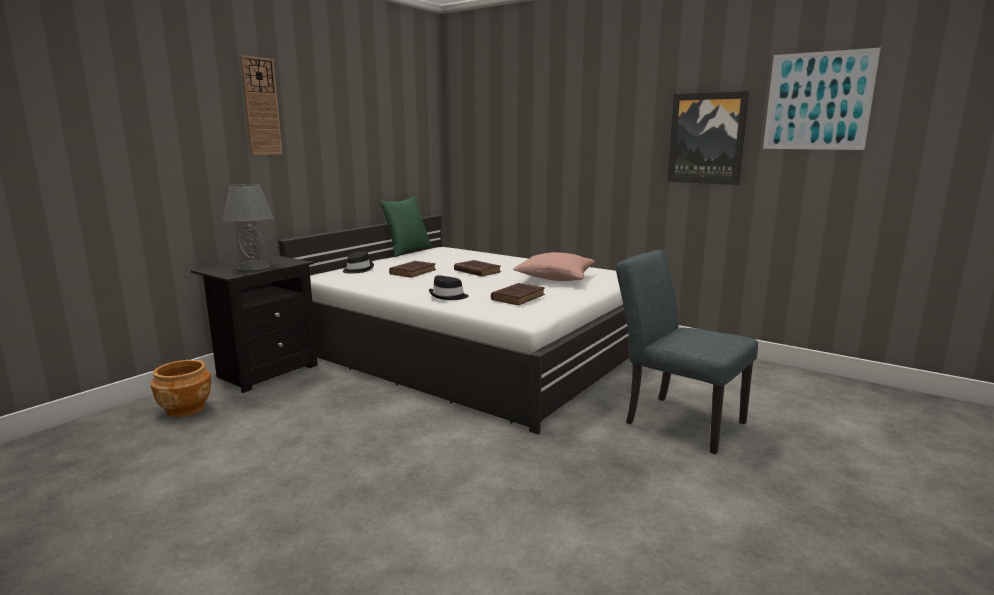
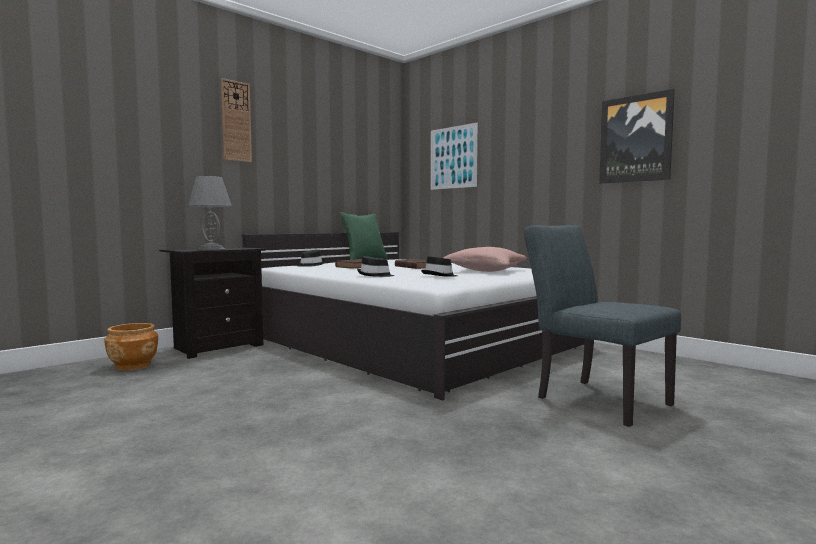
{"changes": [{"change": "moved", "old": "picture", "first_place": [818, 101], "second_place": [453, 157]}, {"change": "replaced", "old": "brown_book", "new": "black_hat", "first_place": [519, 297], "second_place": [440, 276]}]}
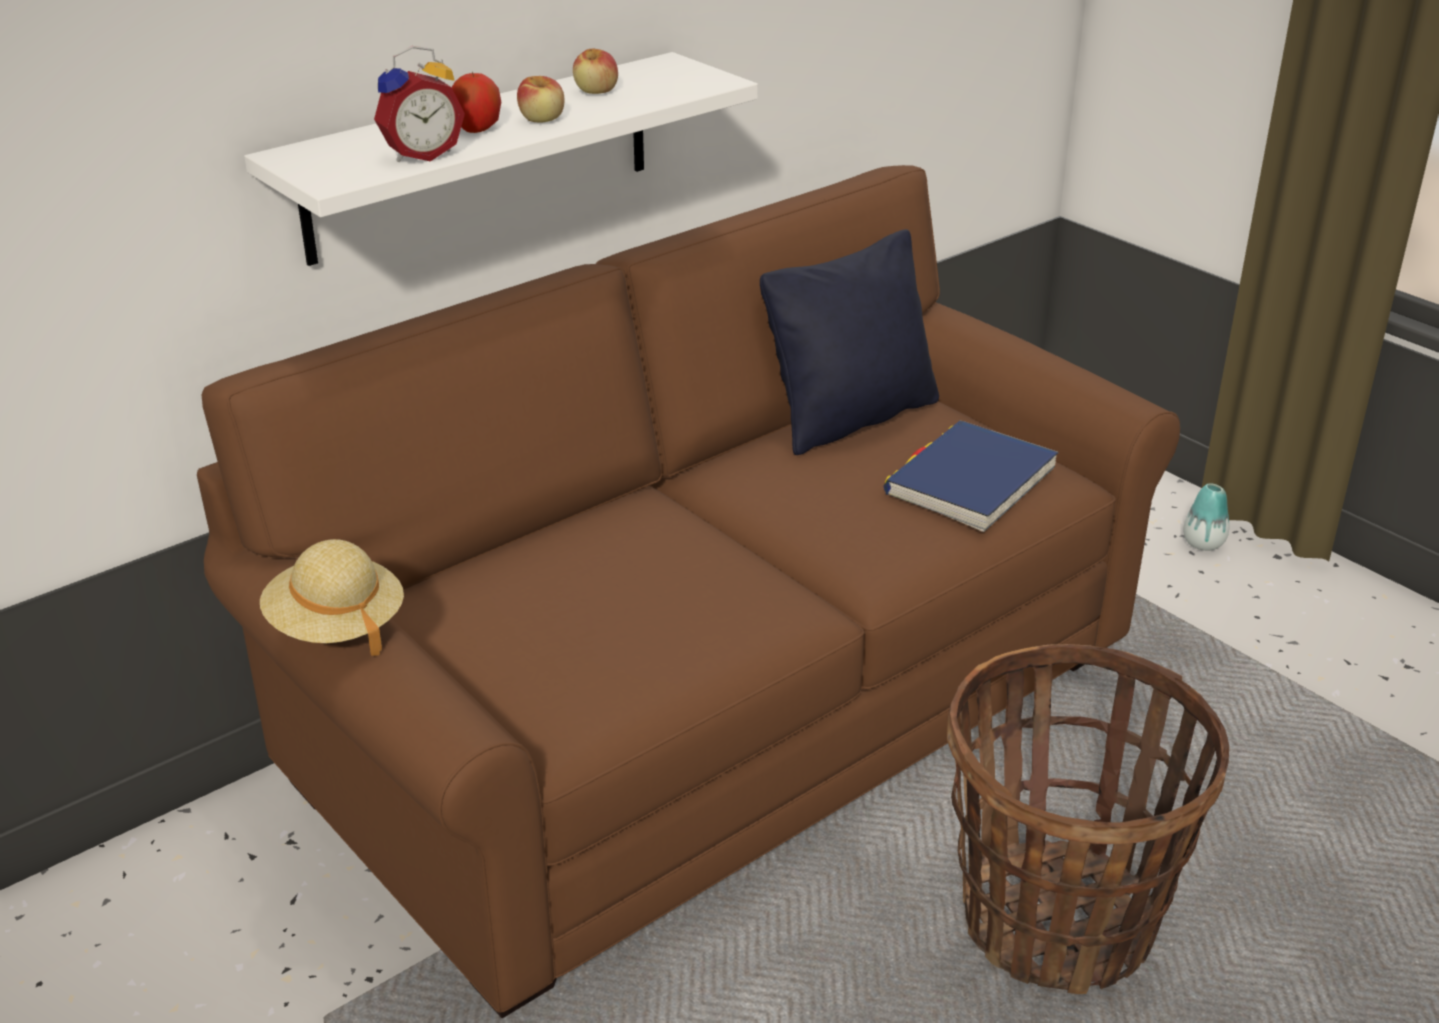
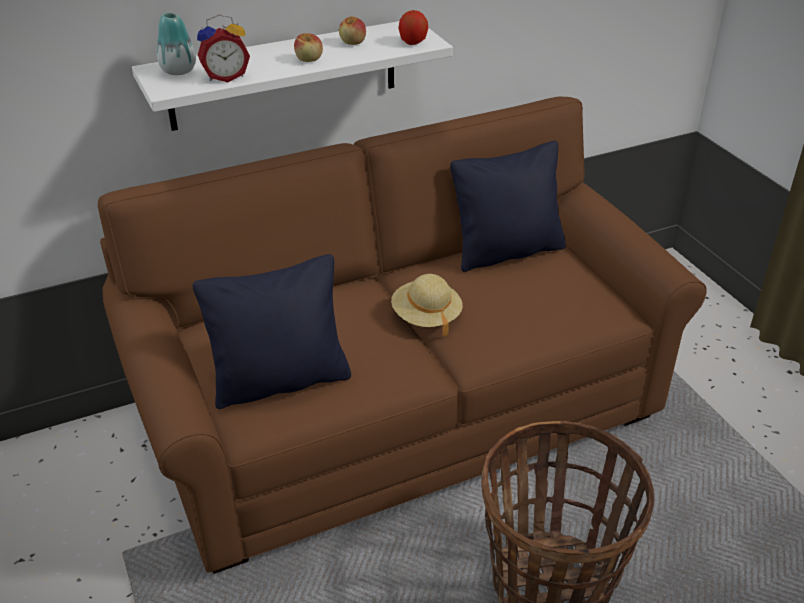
{"changes": [{"change": "removed", "old": "blue_book", "first_place": [970, 482]}, {"change": "added", "new": "black_pillow", "second_place": [280, 381]}, {"change": "moved", "old": "beige_hat", "first_place": [336, 626], "second_place": [426, 317]}, {"change": "moved", "old": "apple", "first_place": [477, 129], "second_place": [413, 42]}, {"change": "moved", "old": "vase", "first_place": [1203, 543], "second_place": [178, 71]}]}
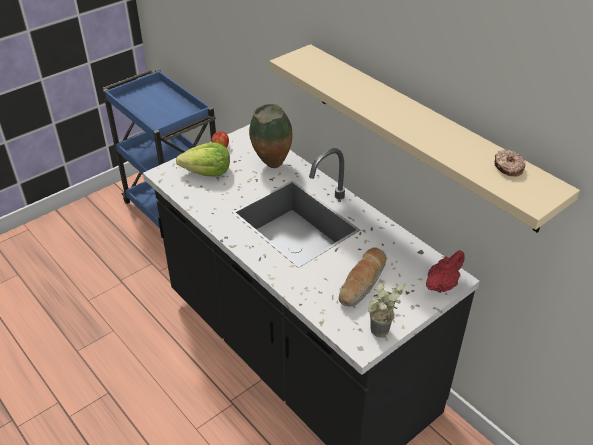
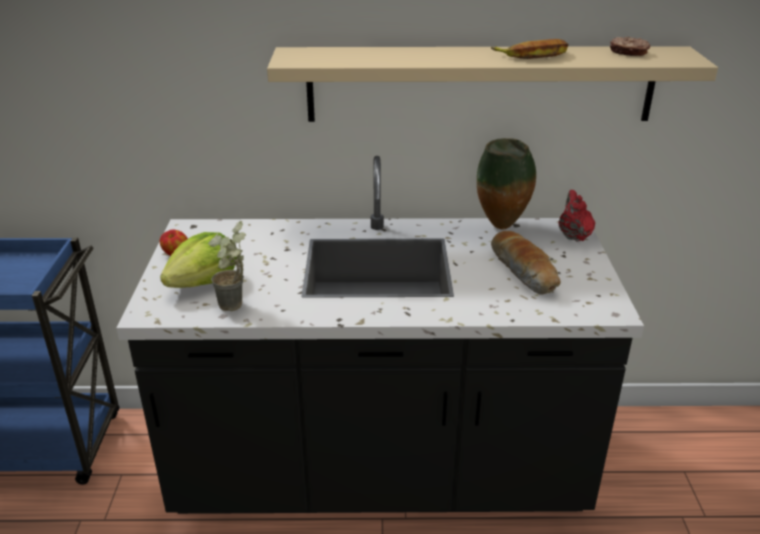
{"changes": [{"change": "added", "new": "banana", "second_place": [532, 55]}, {"change": "moved", "old": "vase", "first_place": [272, 166], "second_place": [502, 228]}, {"change": "moved", "old": "potted_plant", "first_place": [379, 335], "second_place": [234, 308]}]}
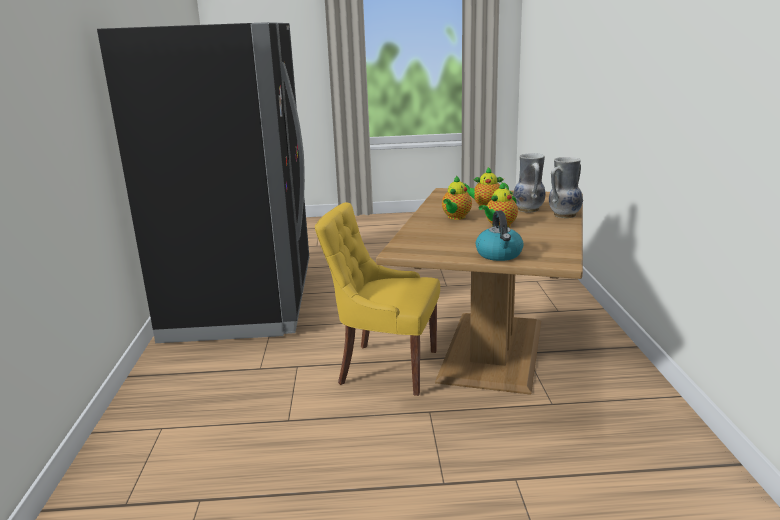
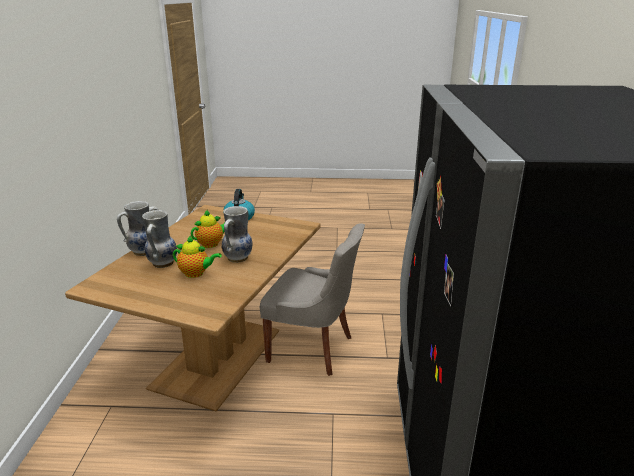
{"changes": [{"change": "replaced", "old": "teapot", "new": "vase", "first_place": [455, 217], "second_place": [238, 258]}, {"change": "recoloured", "old": "yellow_chair", "new": "grey_chair", "first_place": [385, 367], "second_place": [313, 348]}]}
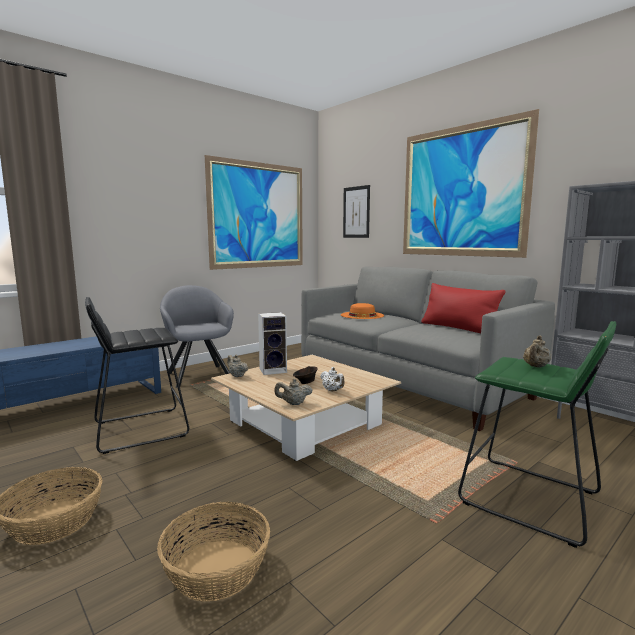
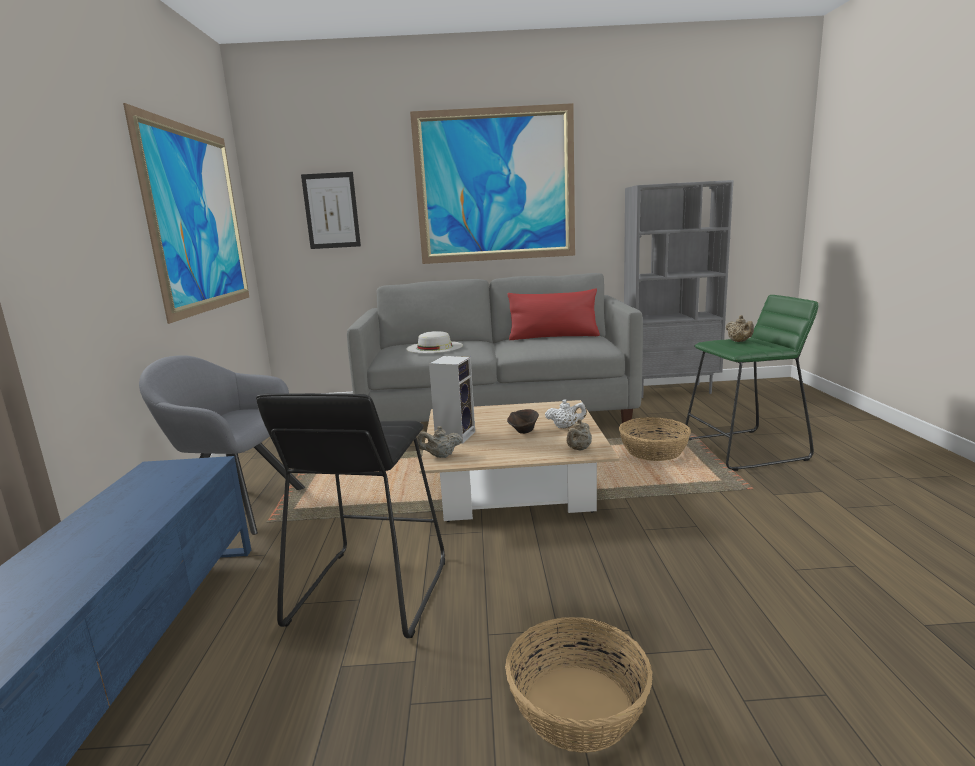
{"changes": [{"change": "moved", "old": "basket", "first_place": [216, 569], "second_place": [654, 452]}, {"change": "recoloured", "old": "orange_hat", "new": "white_hat", "first_place": [362, 315], "second_place": [434, 347]}]}
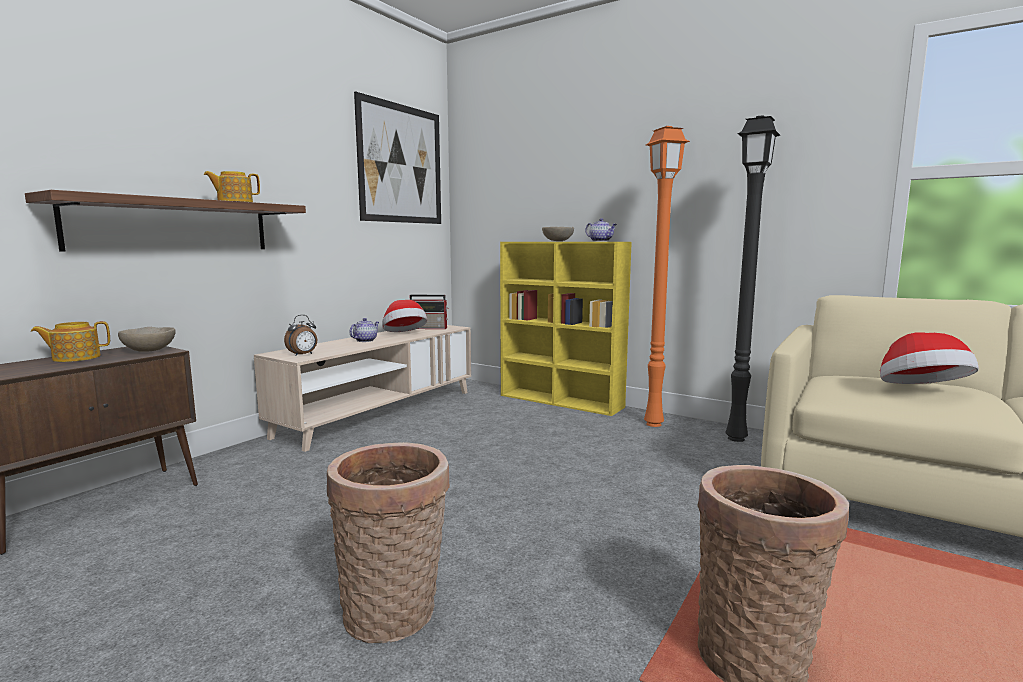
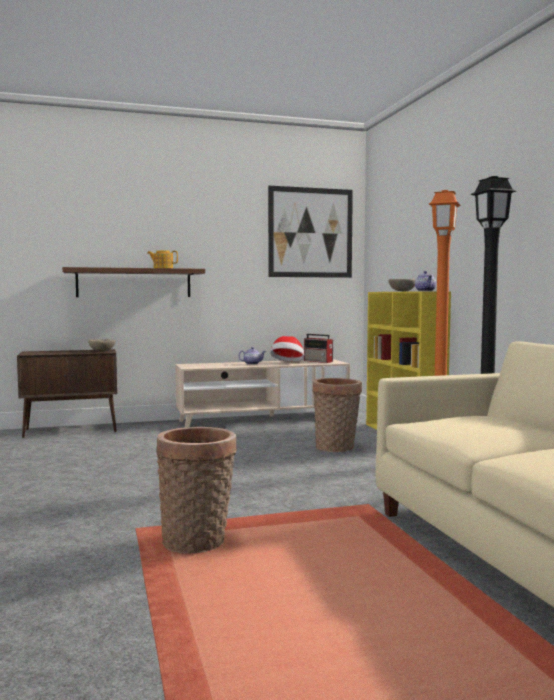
{"changes": [{"change": "removed", "old": "teapot", "first_place": [75, 358]}, {"change": "removed", "old": "alarm_clock", "first_place": [303, 355]}, {"change": "removed", "old": "hat", "first_place": [921, 391]}, {"change": "moved", "old": "basket", "first_place": [395, 614], "second_place": [336, 448]}]}
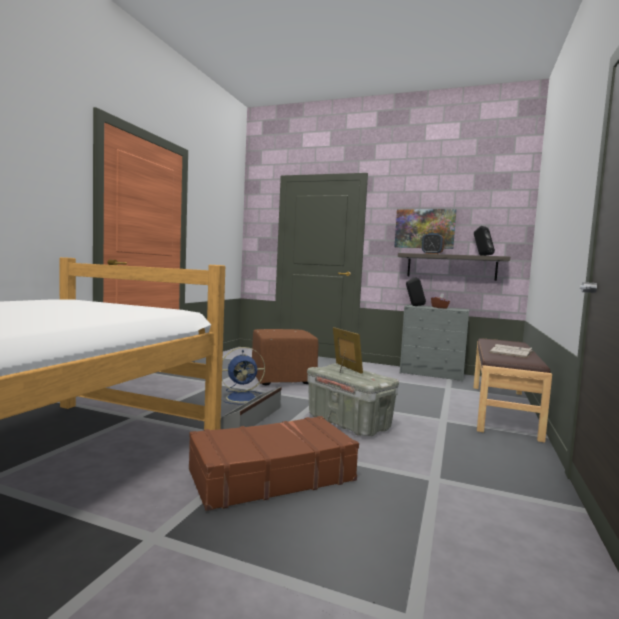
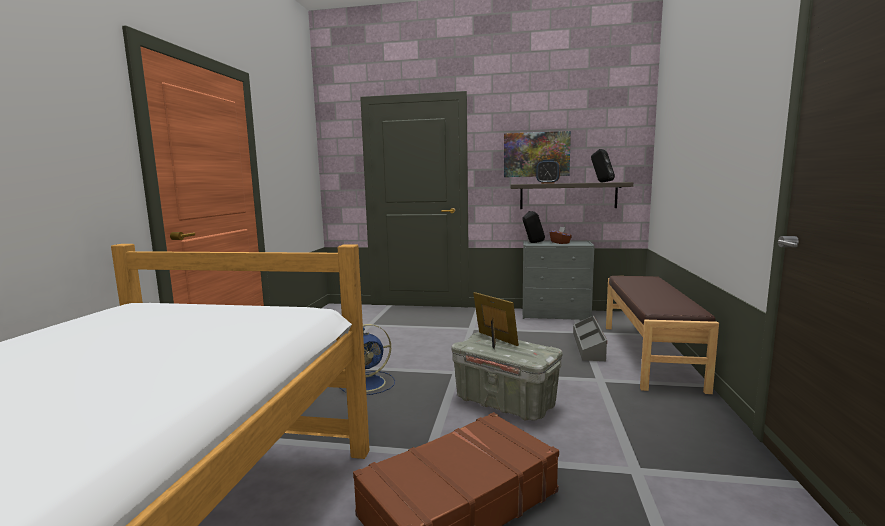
{"changes": [{"change": "removed", "old": "brown_ottoman", "first_place": [283, 379]}, {"change": "removed", "old": "white_book", "first_place": [511, 352]}, {"change": "moved", "old": "grey_storage_box", "first_place": [252, 418], "second_place": [589, 346]}]}
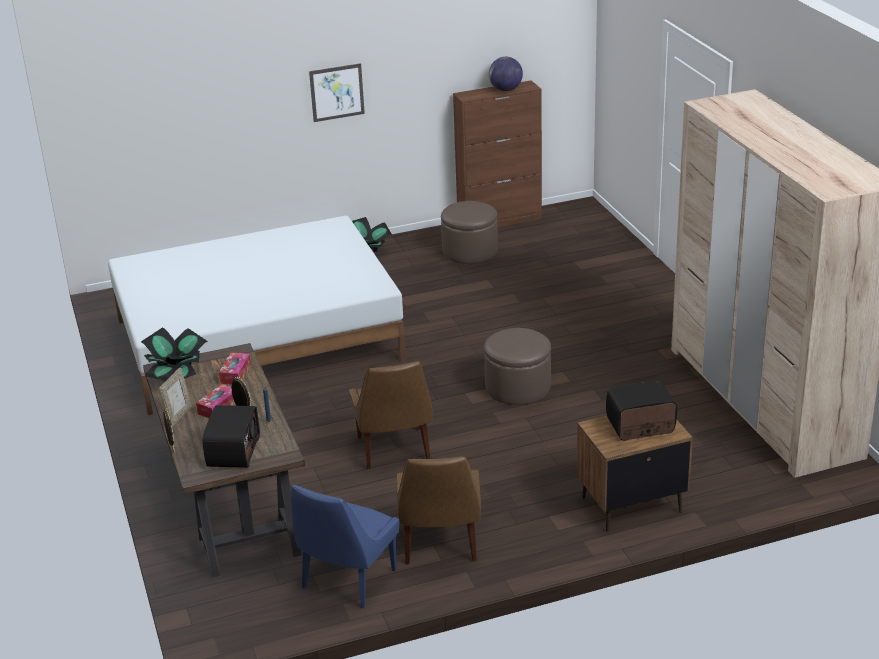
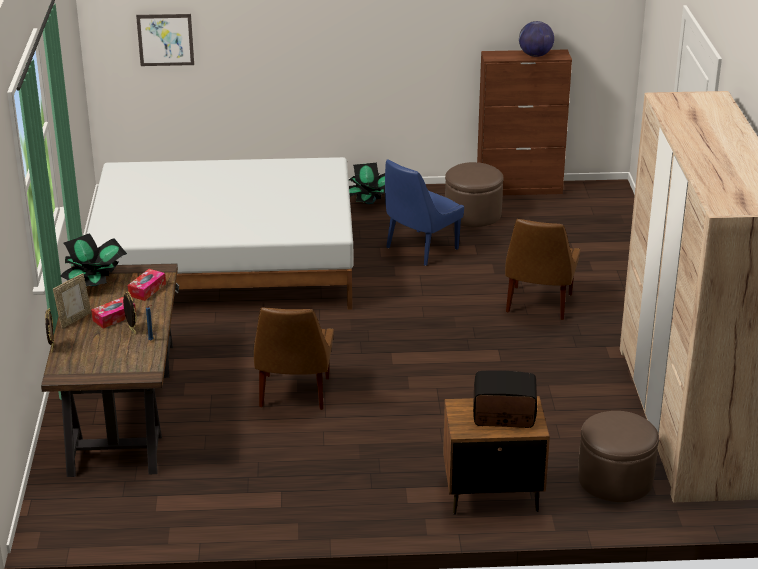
{"changes": [{"change": "removed", "old": "radio", "first_place": [232, 451]}, {"change": "moved", "old": "blue_chair", "first_place": [347, 581], "second_place": [420, 249]}, {"change": "moved", "old": "picture", "first_place": [337, 92], "second_place": [165, 39]}, {"change": "moved", "old": "brown_chair", "first_place": [440, 545], "second_place": [538, 304]}, {"change": "moved", "old": "brown_ottoman", "first_place": [518, 387], "second_place": [615, 479]}]}
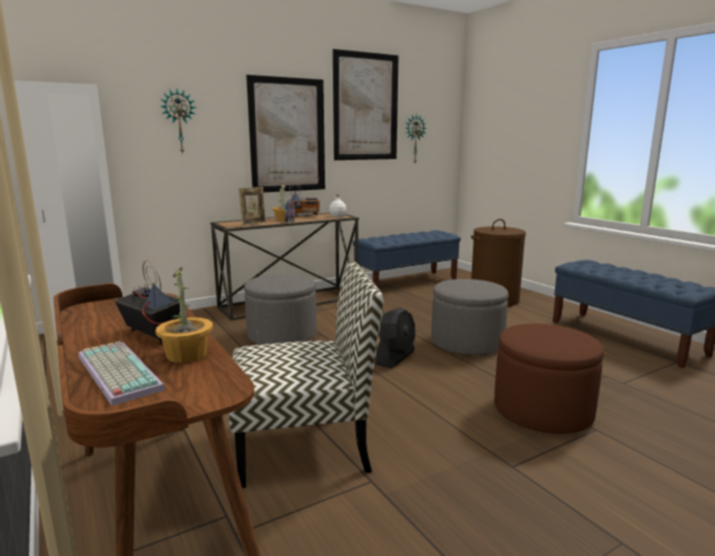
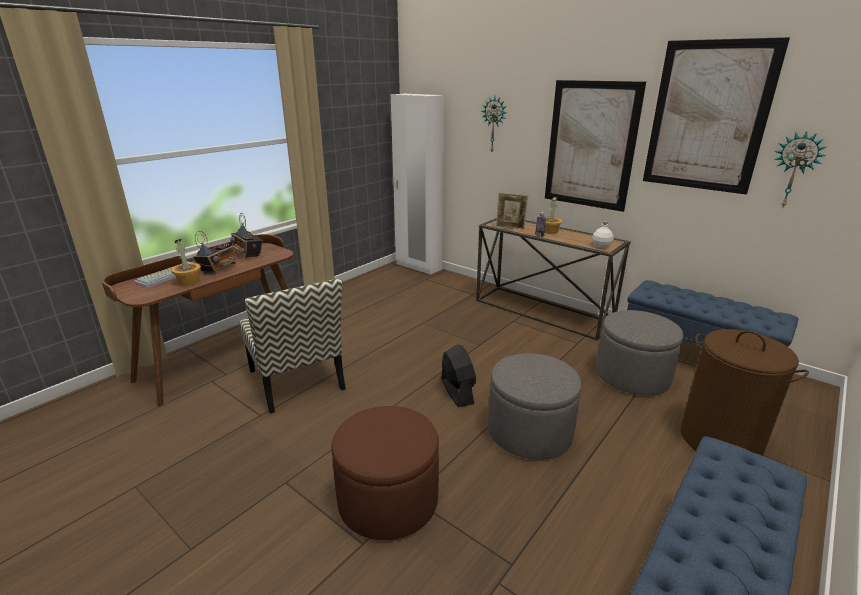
{"changes": [{"change": "moved", "old": "grey_ottoman", "first_place": [282, 335], "second_place": [632, 376]}, {"change": "moved", "old": "radio", "first_place": [305, 215], "second_place": [248, 253]}, {"change": "turned", "old": "black_fan", "first_place": [395, 357], "second_place": [457, 391], "degrees": -120}]}
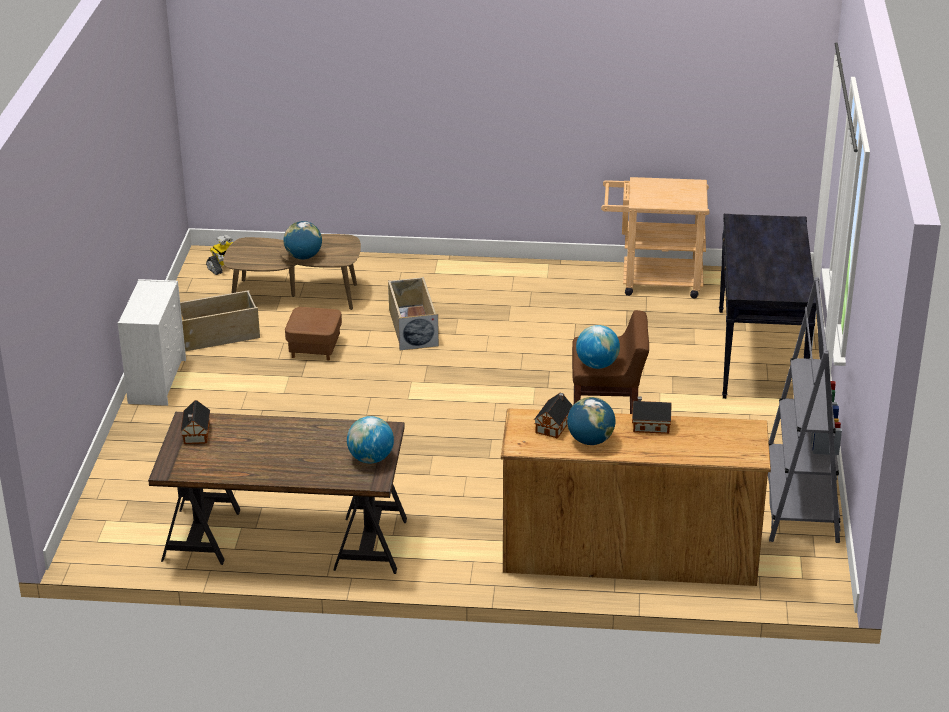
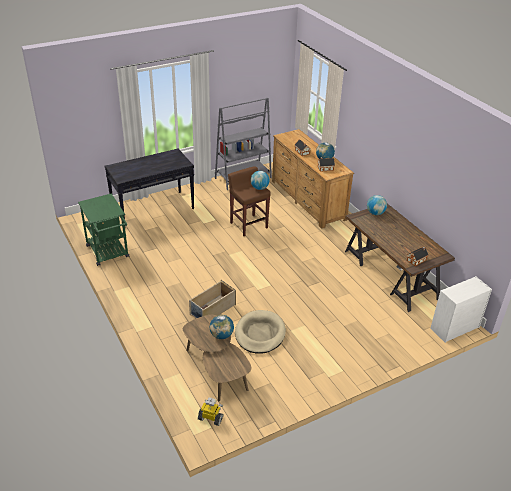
{"changes": [{"change": "removed", "old": "beige_storage_box", "first_place": [218, 335]}, {"change": "moved", "old": "white_dresser", "first_place": [157, 380], "second_place": [454, 328]}, {"change": "replaced", "old": "brown_ottoman", "new": "beige_dog_bed", "first_place": [314, 348], "second_place": [260, 334]}, {"change": "recoloured", "old": "beige_cart", "new": "green_cart", "first_place": [653, 281], "second_place": [109, 253]}]}
